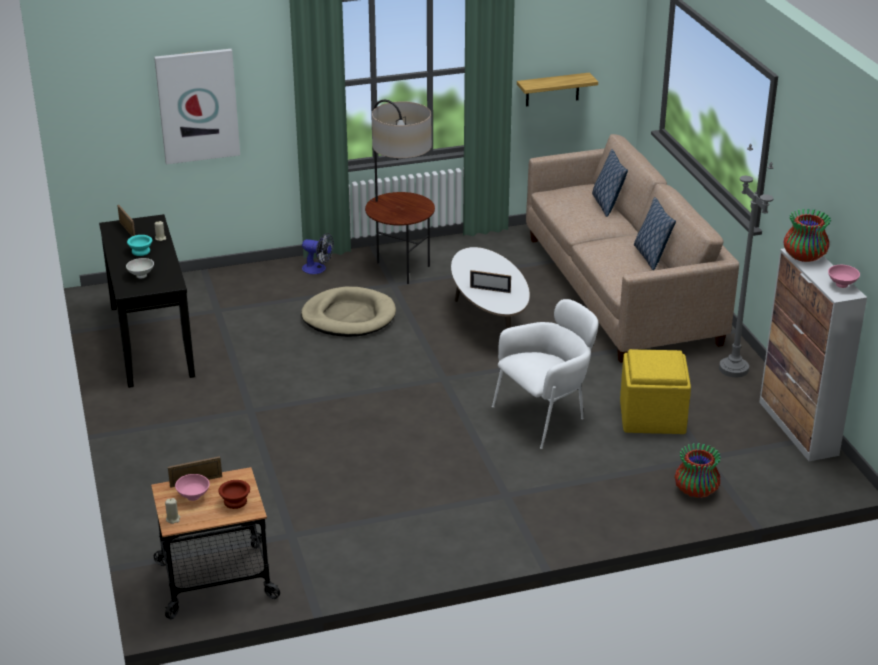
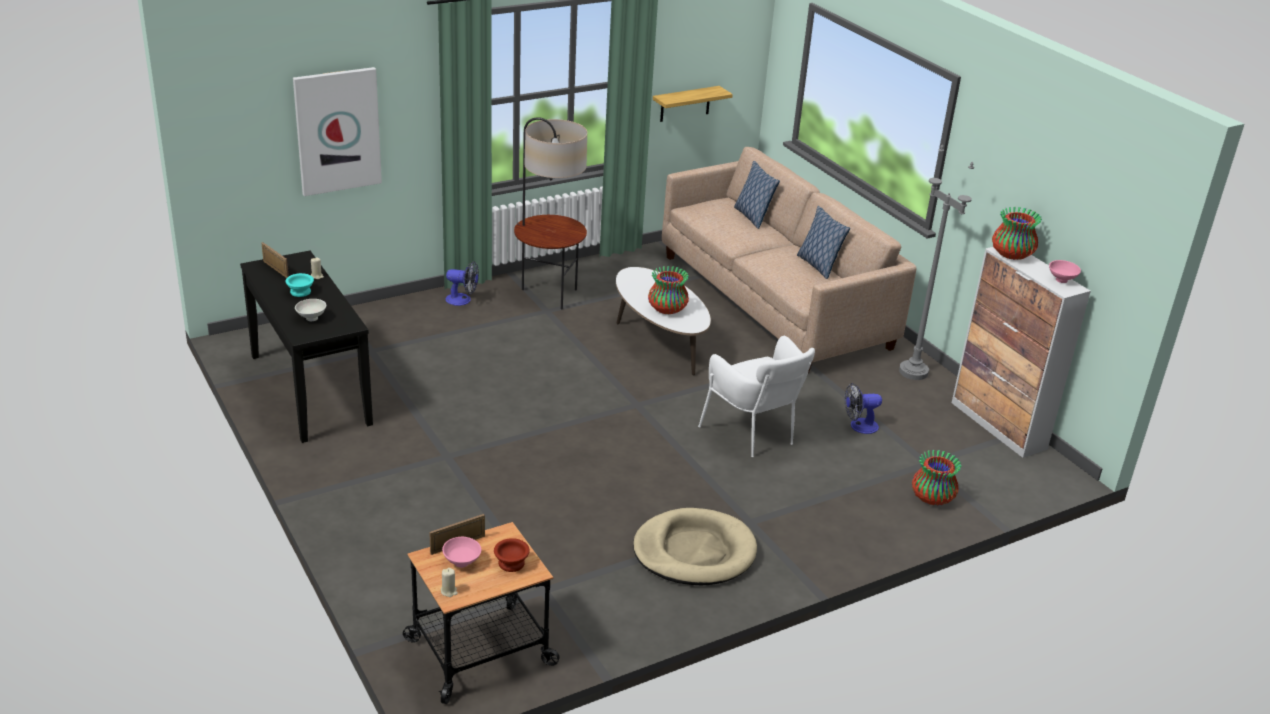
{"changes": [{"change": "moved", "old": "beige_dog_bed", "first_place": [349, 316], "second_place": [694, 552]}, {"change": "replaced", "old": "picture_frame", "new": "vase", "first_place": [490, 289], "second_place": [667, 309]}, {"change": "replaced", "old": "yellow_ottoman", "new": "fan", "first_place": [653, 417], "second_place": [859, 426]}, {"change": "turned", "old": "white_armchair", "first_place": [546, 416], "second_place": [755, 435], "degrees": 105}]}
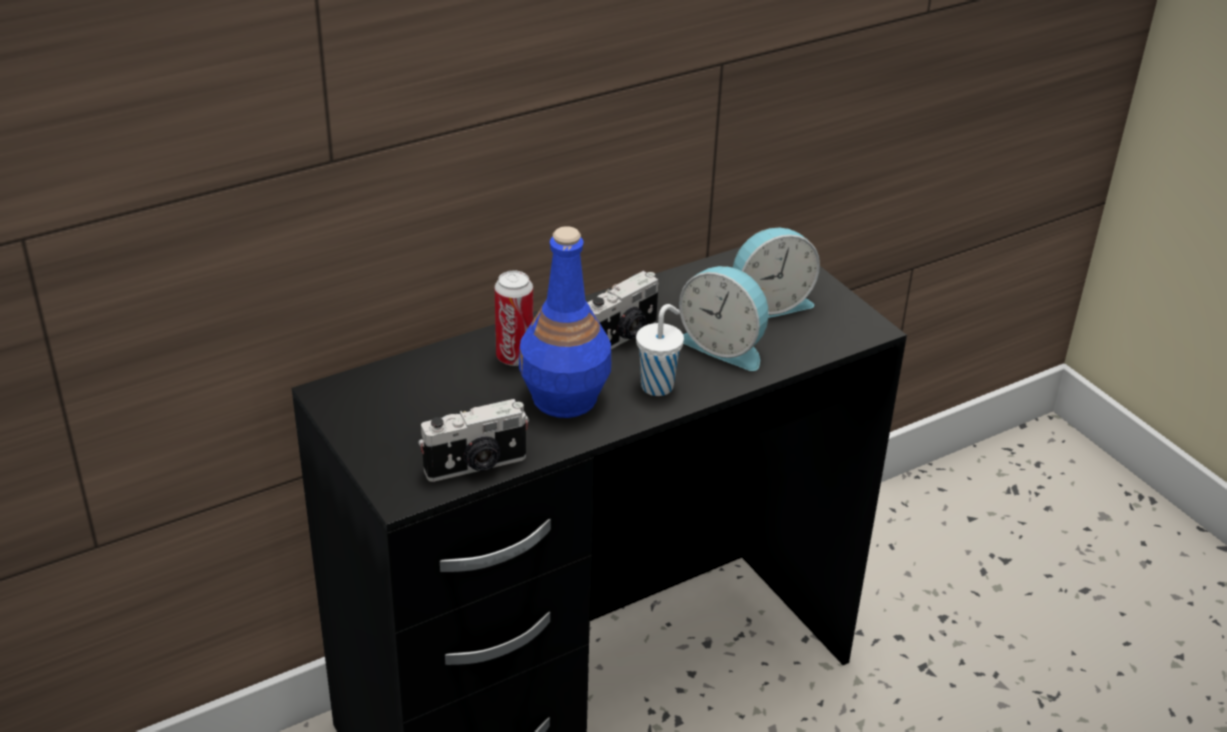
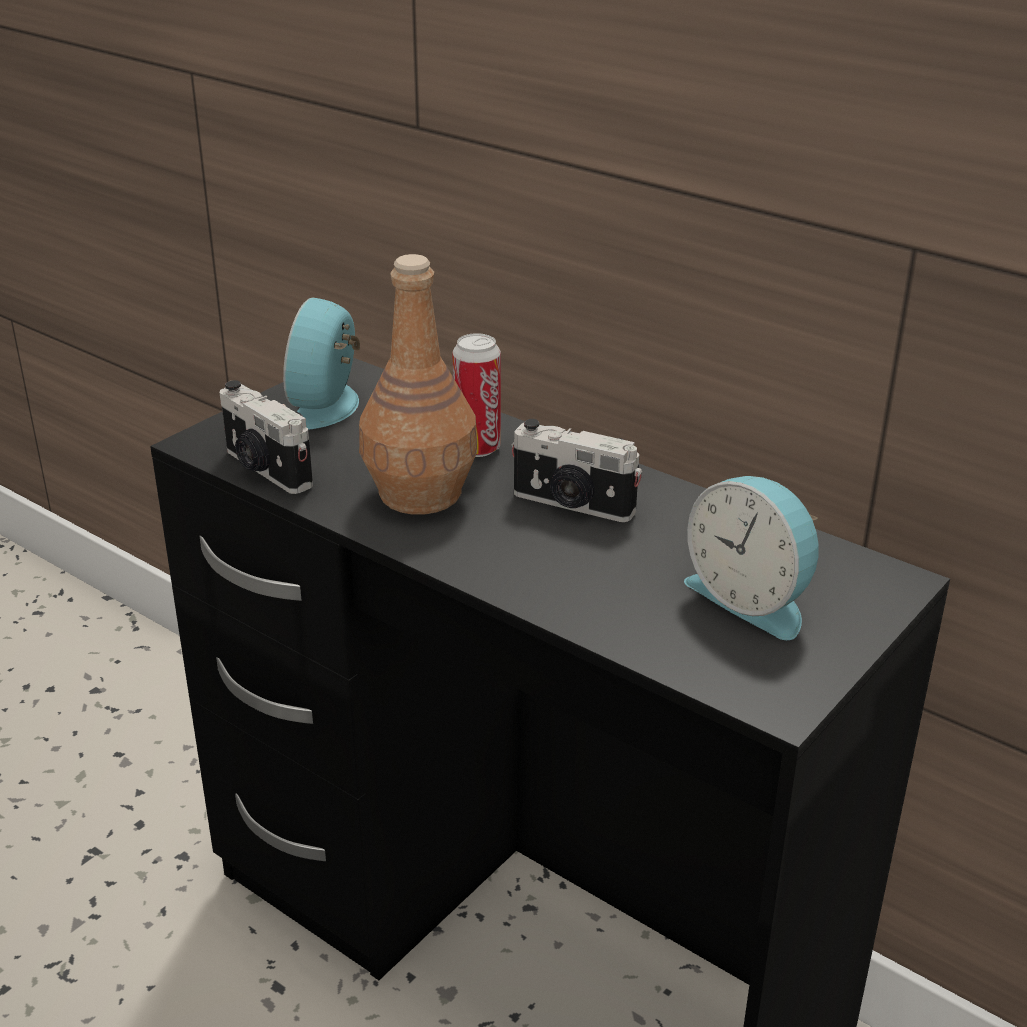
{"changes": [{"change": "removed", "old": "white_cup", "first_place": [658, 385]}, {"change": "moved", "old": "alarm_clock", "first_place": [724, 346], "second_place": [329, 406]}, {"change": "recoloured", "old": "blue_bottle", "new": "brown_bottle", "first_place": [565, 399], "second_place": [419, 494]}]}
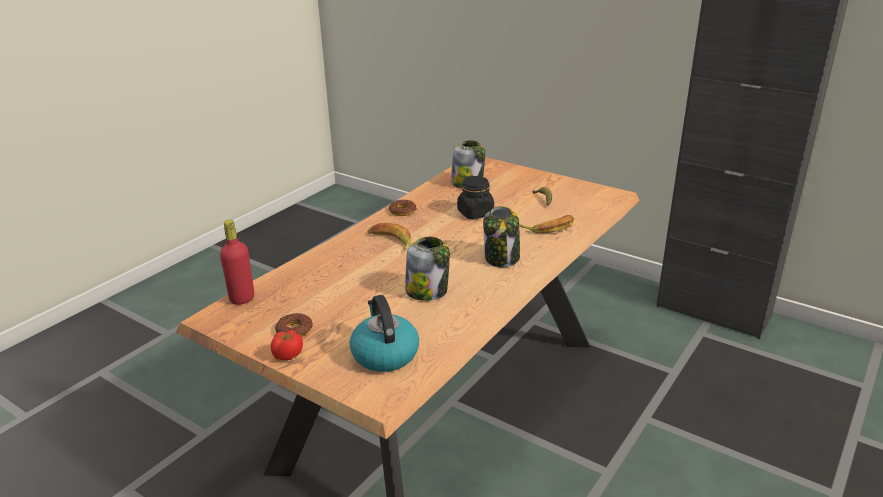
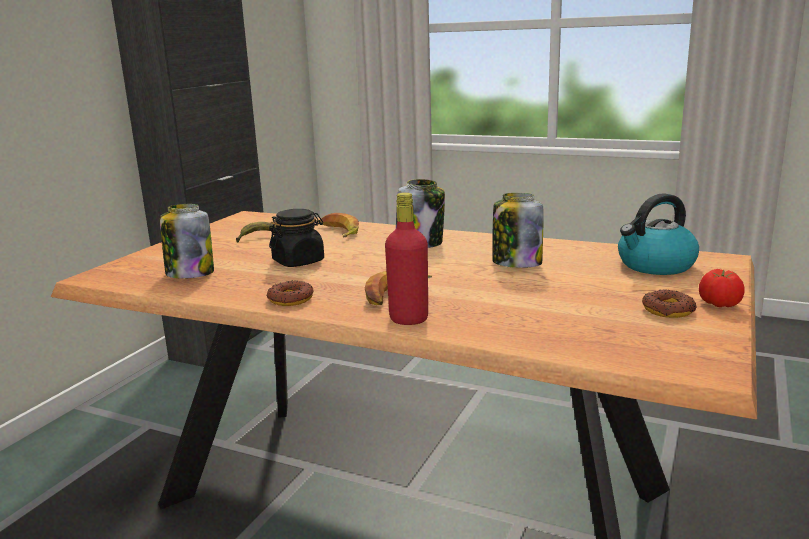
{"changes": [{"change": "moved", "old": "red_bottle", "first_place": [242, 298], "second_place": [408, 319]}]}
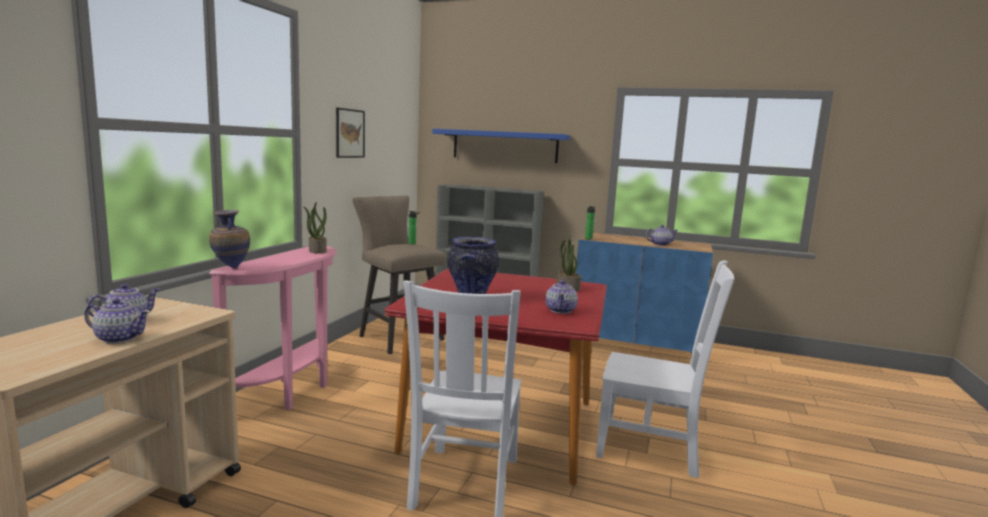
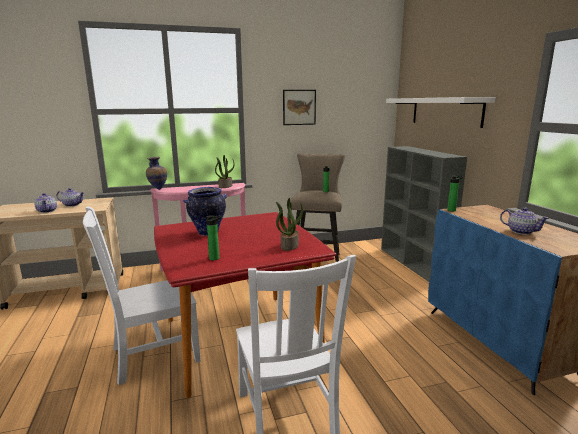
{"changes": [{"change": "replaced", "old": "teapot", "new": "bottle", "first_place": [561, 310], "second_place": [216, 258]}, {"change": "recoloured", "old": "blue_shelf", "new": "white_shelf", "first_place": [505, 146], "second_place": [445, 111]}]}
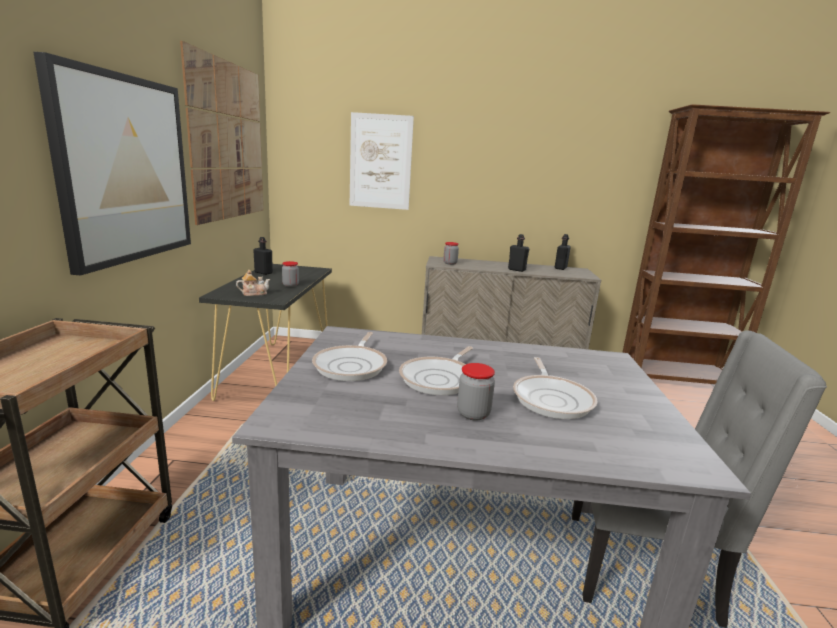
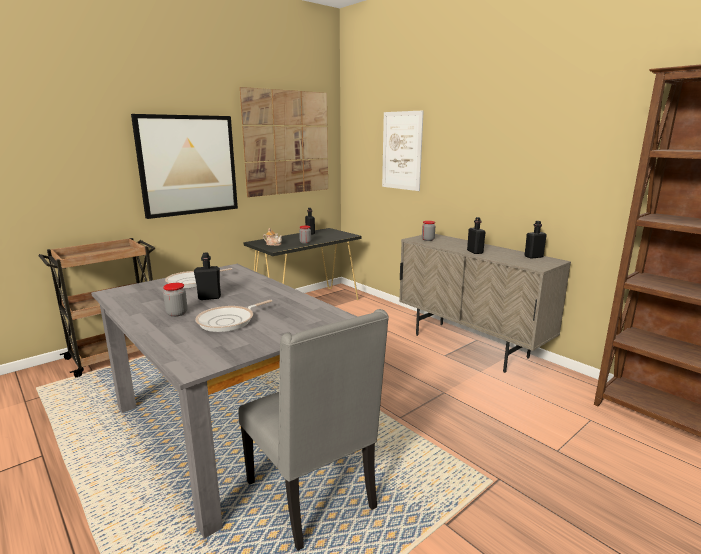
{"changes": [{"change": "replaced", "old": "frying_pan", "new": "black_bottle", "first_place": [440, 379], "second_place": [209, 297]}]}
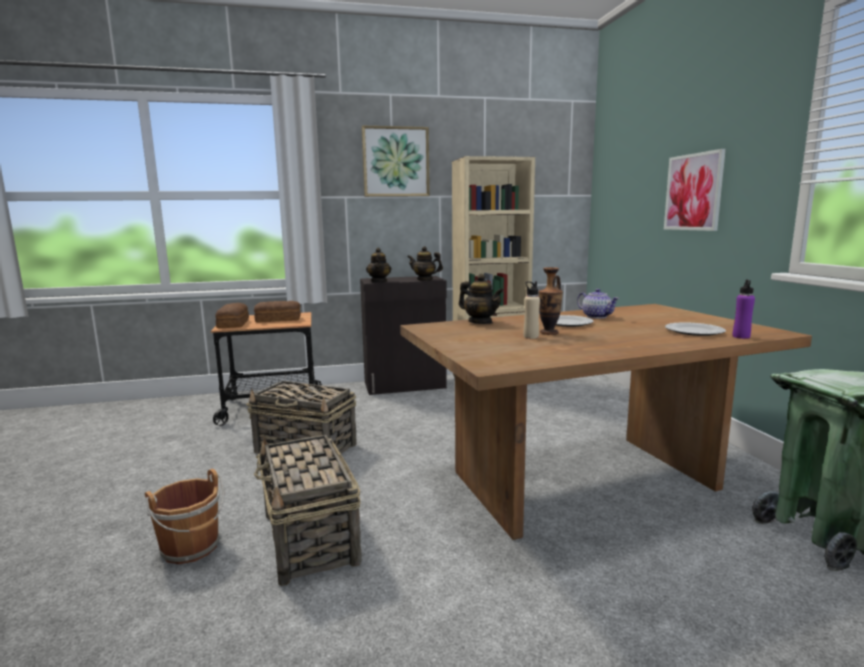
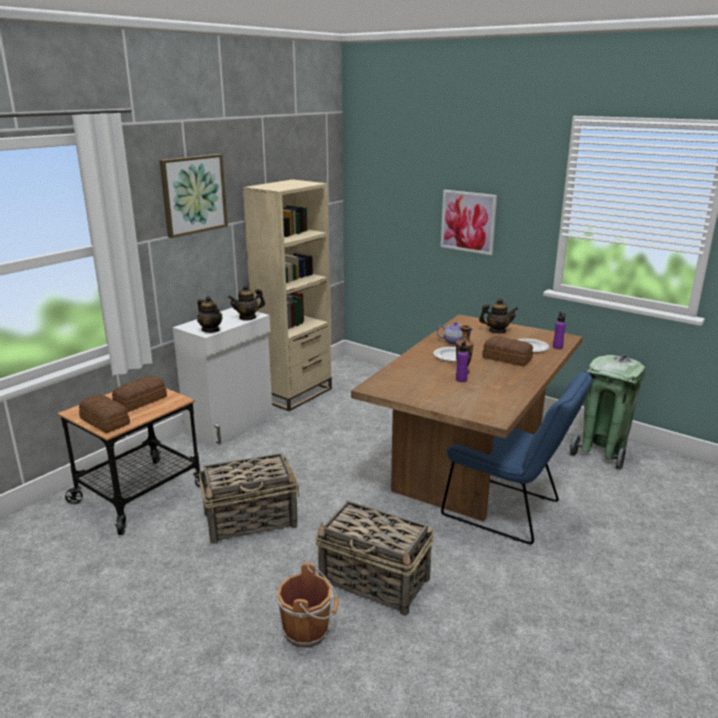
{"changes": [{"change": "added", "new": "blue_chair", "second_place": [508, 511]}, {"change": "added", "new": "bread", "second_place": [507, 359]}, {"change": "moved", "old": "teapot", "first_place": [480, 322], "second_place": [497, 331]}, {"change": "recoloured", "old": "black_cabinet", "new": "white_cabinet", "first_place": [405, 385], "second_place": [231, 424]}, {"change": "recoloured", "old": "beige_bottle", "new": "purple_bottle", "first_place": [531, 337], "second_place": [461, 379]}]}
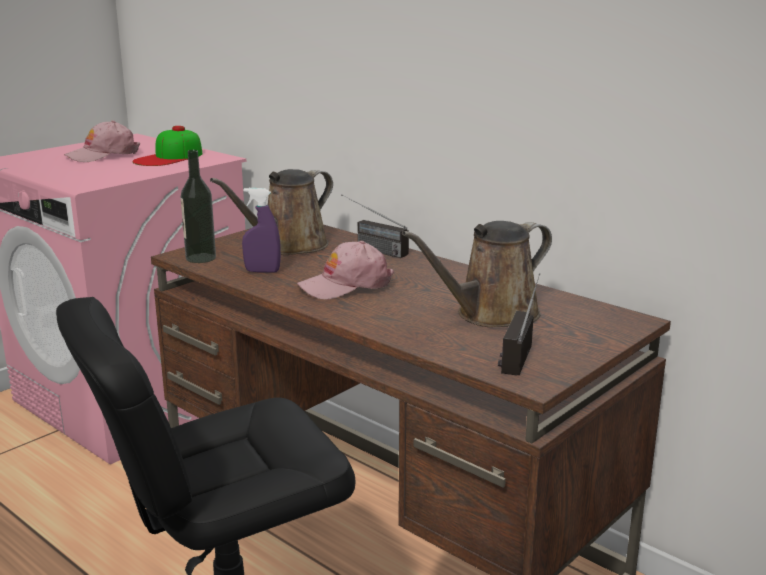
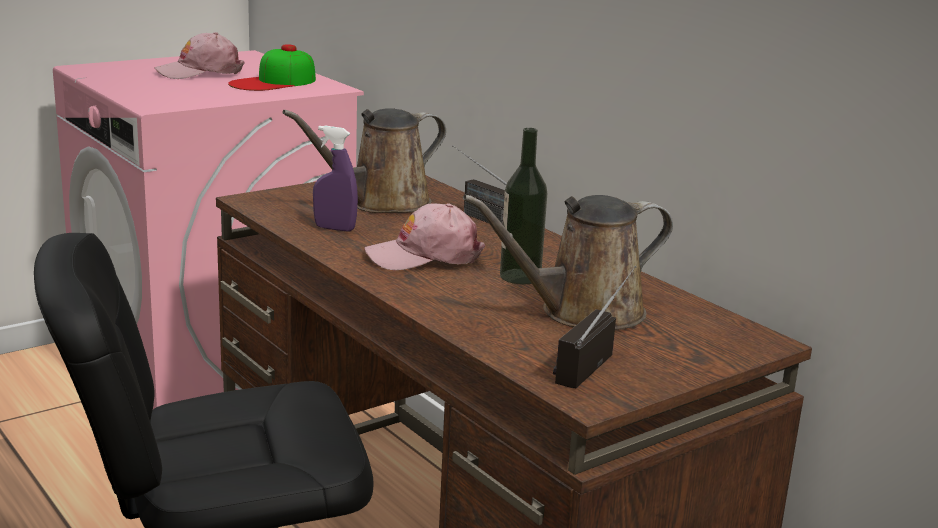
{"changes": [{"change": "moved", "old": "bottle", "first_place": [200, 258], "second_place": [520, 277]}]}
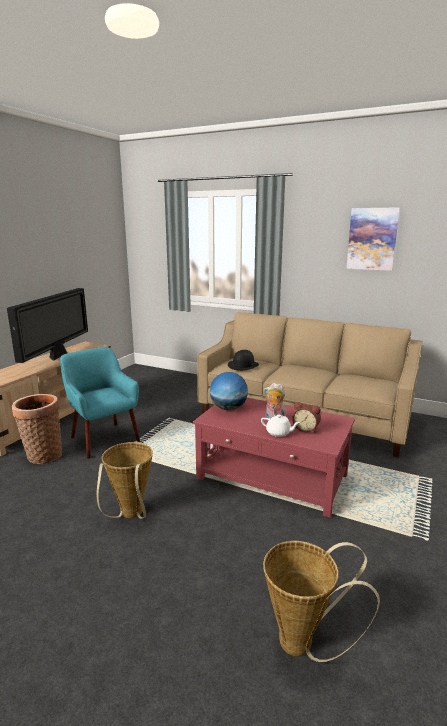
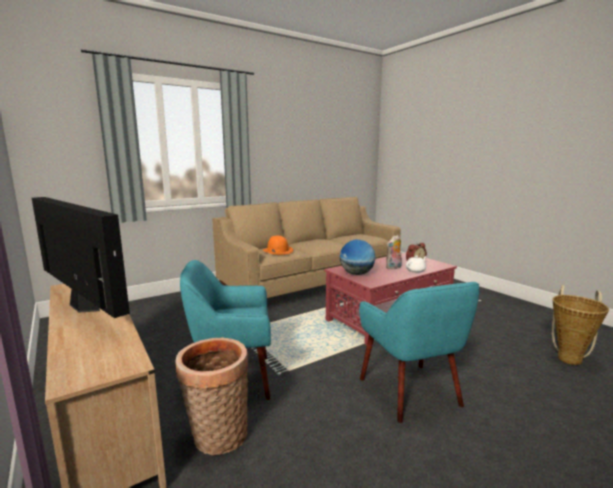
{"changes": [{"change": "removed", "old": "picture", "first_place": [372, 239]}, {"change": "replaced", "old": "basket", "new": "turquoise_armchair", "first_place": [130, 516], "second_place": [410, 392]}, {"change": "recoloured", "old": "black_hat", "new": "orange_hat", "first_place": [243, 365], "second_place": [277, 250]}]}
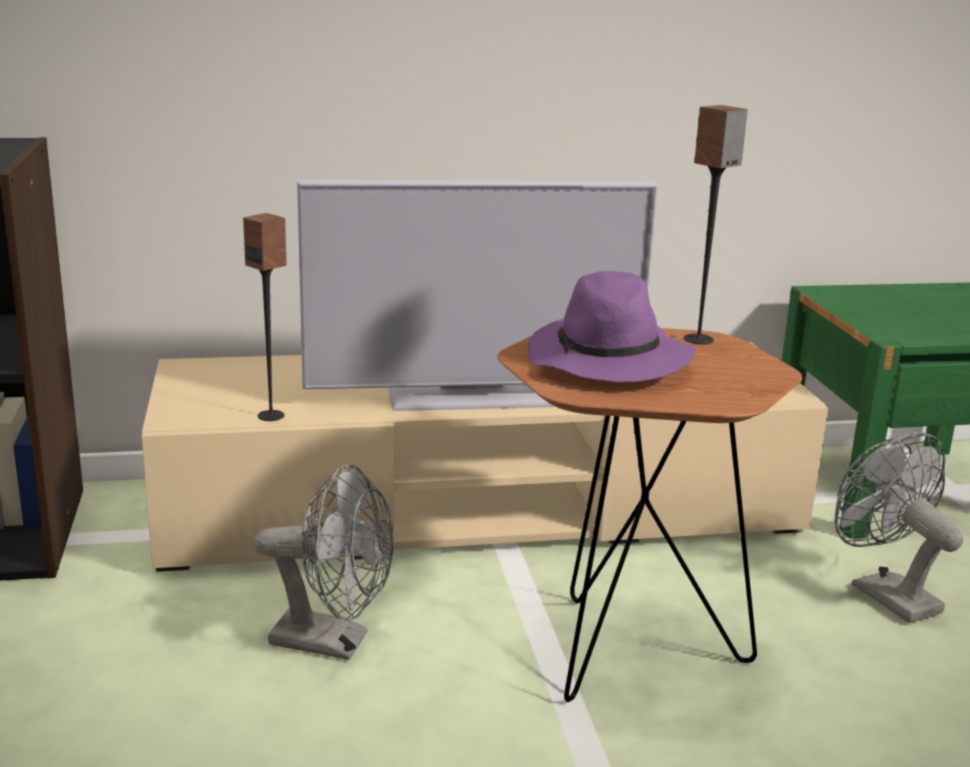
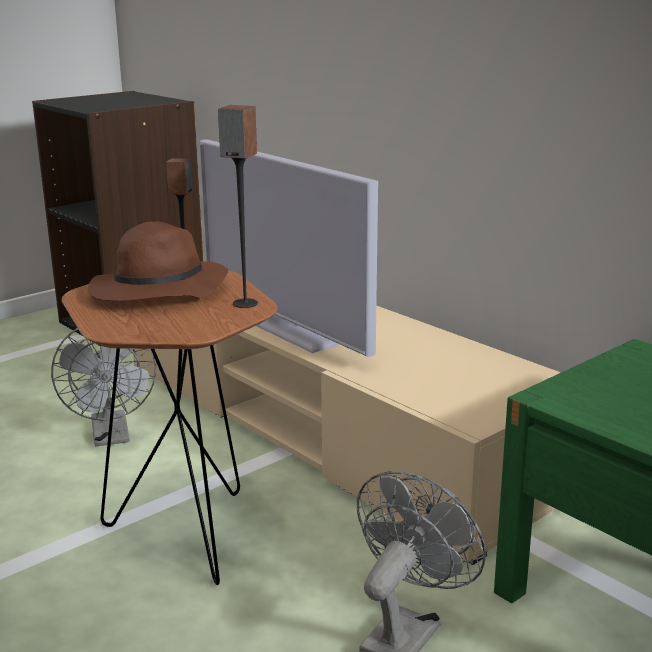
{"changes": [{"change": "recoloured", "old": "purple_hat", "new": "brown_hat", "first_place": [609, 361], "second_place": [158, 291]}]}
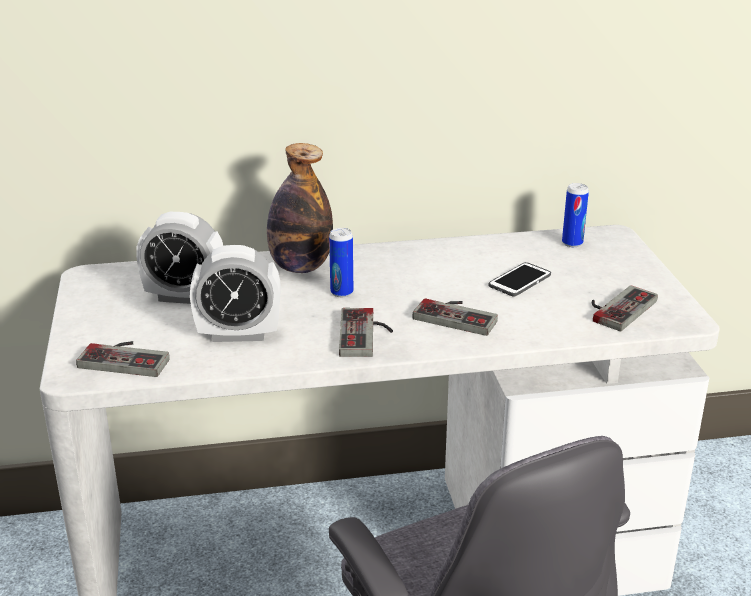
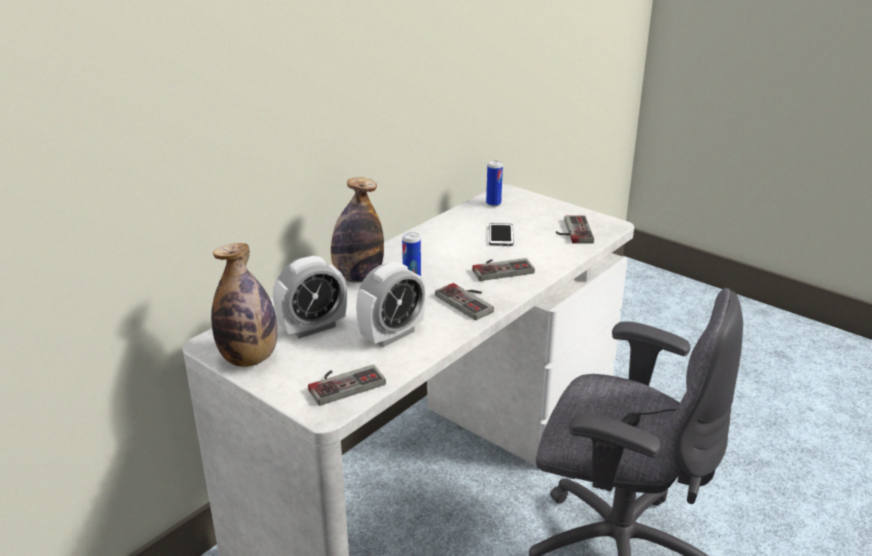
{"changes": [{"change": "added", "new": "bottle", "second_place": [249, 358]}]}
